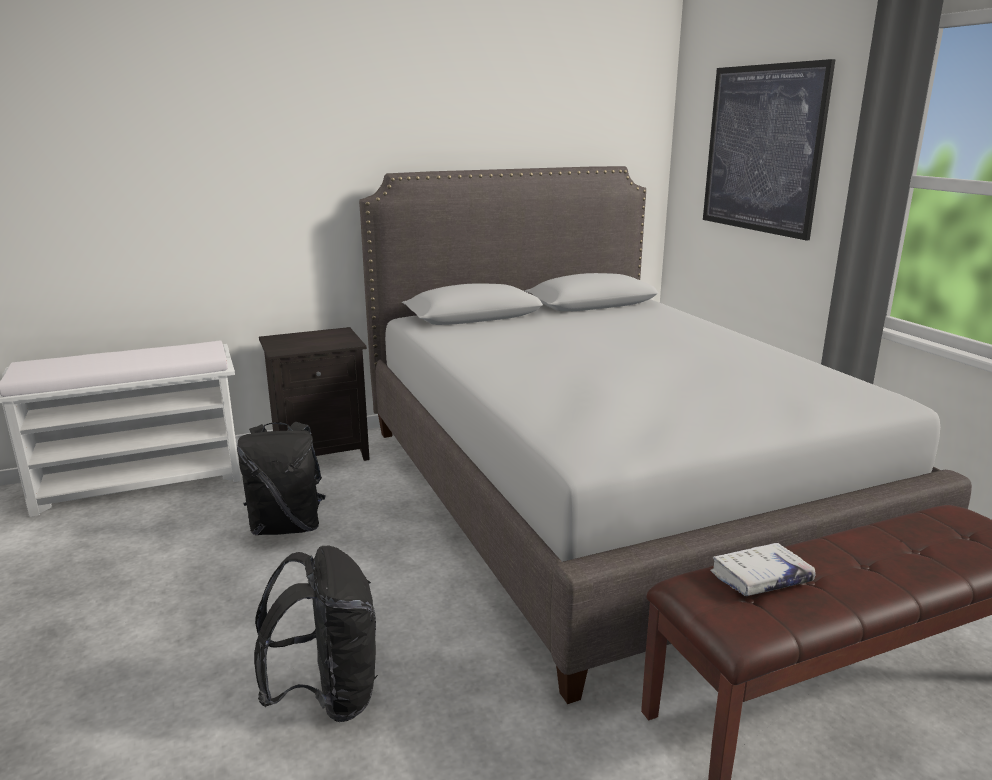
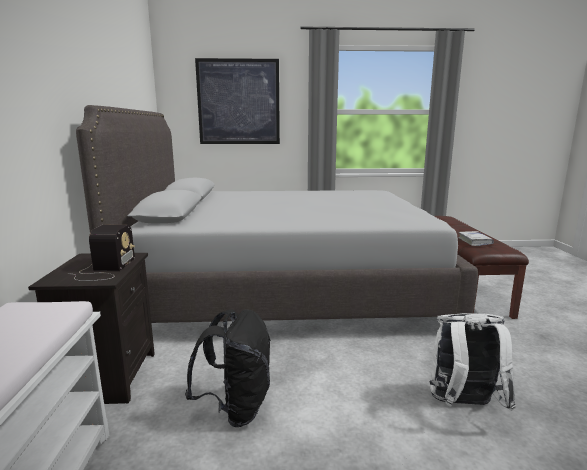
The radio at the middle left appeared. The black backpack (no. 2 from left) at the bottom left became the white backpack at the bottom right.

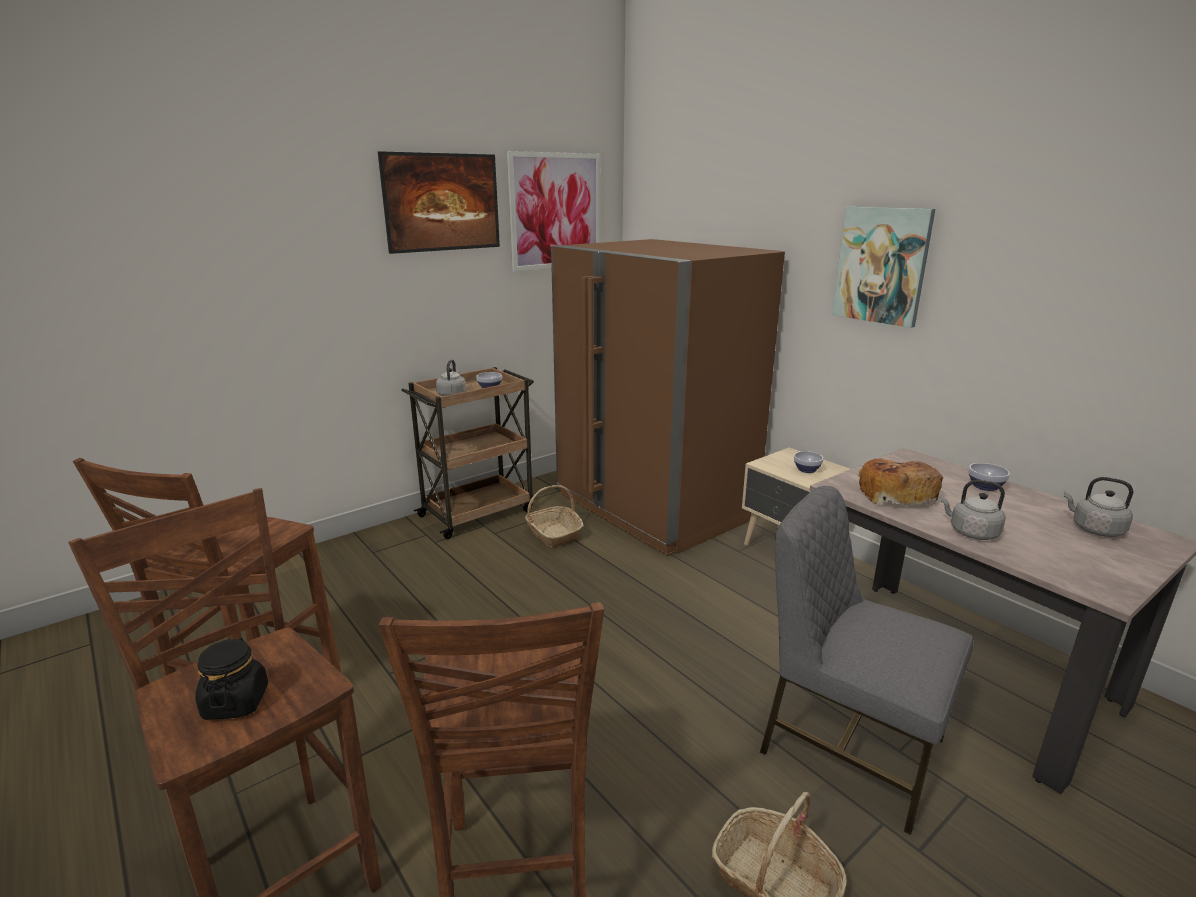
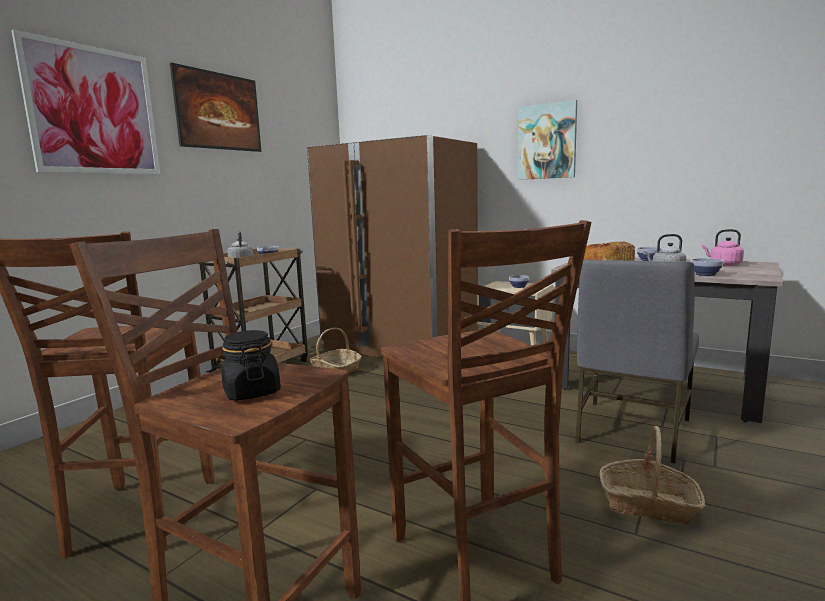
The bowl (no. 4 from left) at the middle right appeared. The picture (no. 2 from left in the first image) moved from the top centre to the top left. The grey kettle (no. 3 from left) at the middle right became the pink kettle at the middle right. The grey chair at the bottom right turned 75 degrees counterclockwise.

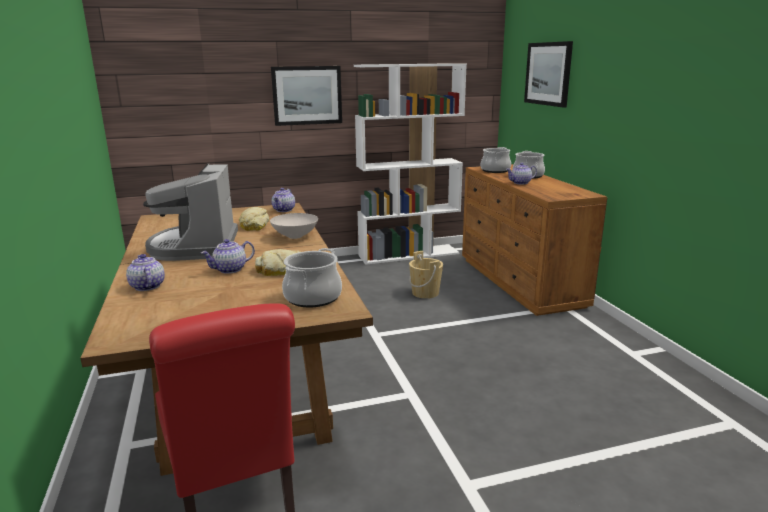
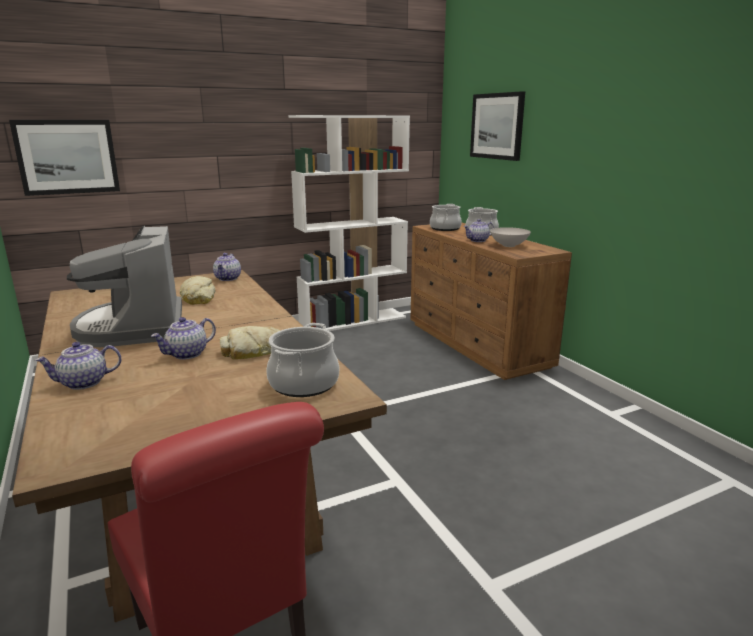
The beige bucket at the centre disappeared. The white bowl moved from the centre to the middle right. The picture (no. 1 from left) moved from the top centre to the top left. The teapot (no. 1 from left) at the middle left turned 75 degrees counterclockwise.

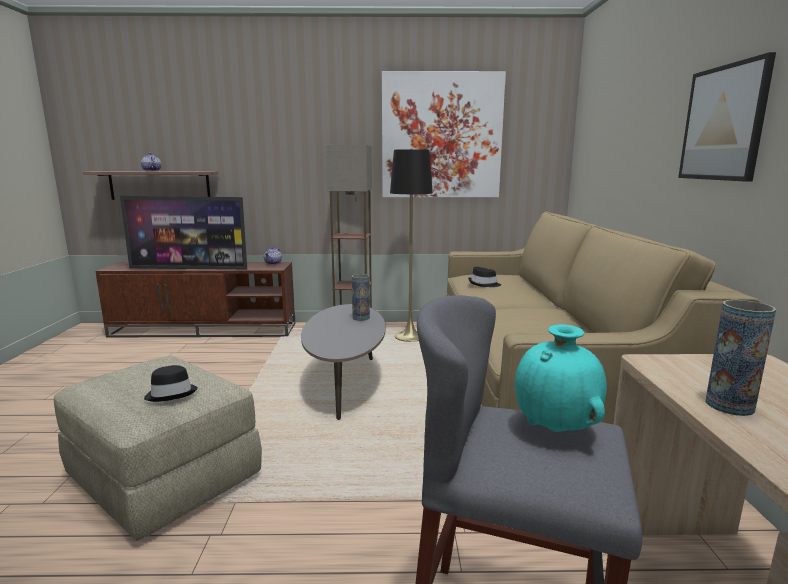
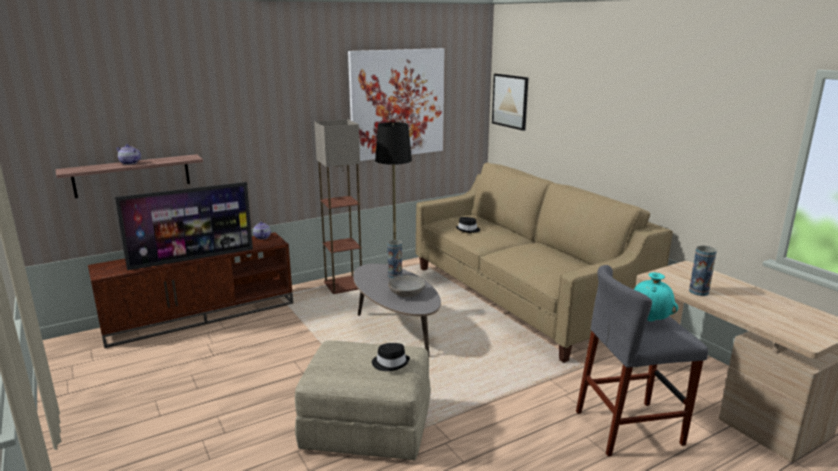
The grey bowl at the centre appeared. The picture (no. 2 from left) moved from the top right to the top centre.

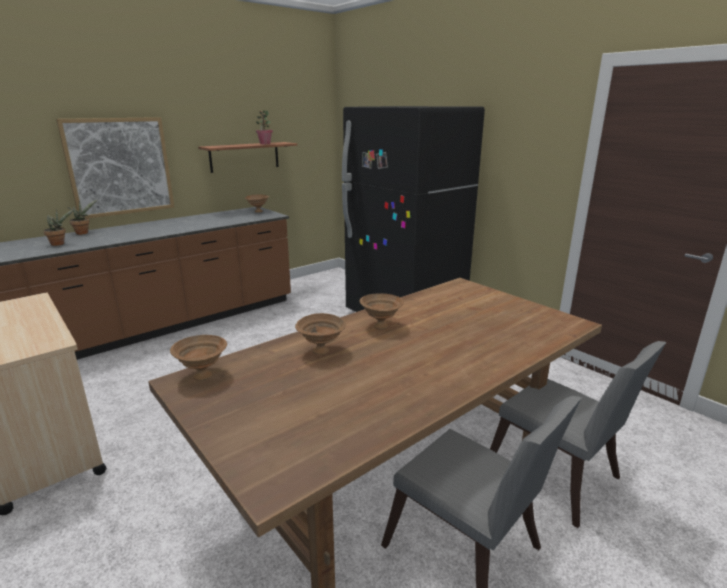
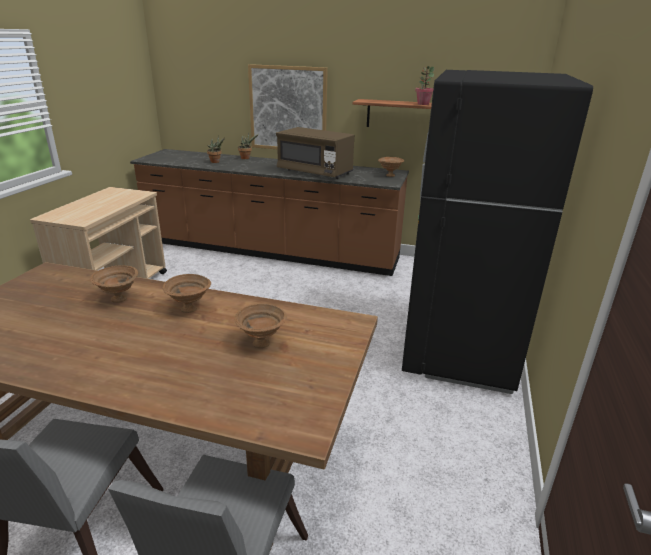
The brown microwave at the top centre appeared. The brown bowl (no. 1 from left in the first image) moved from the middle left to the centre.

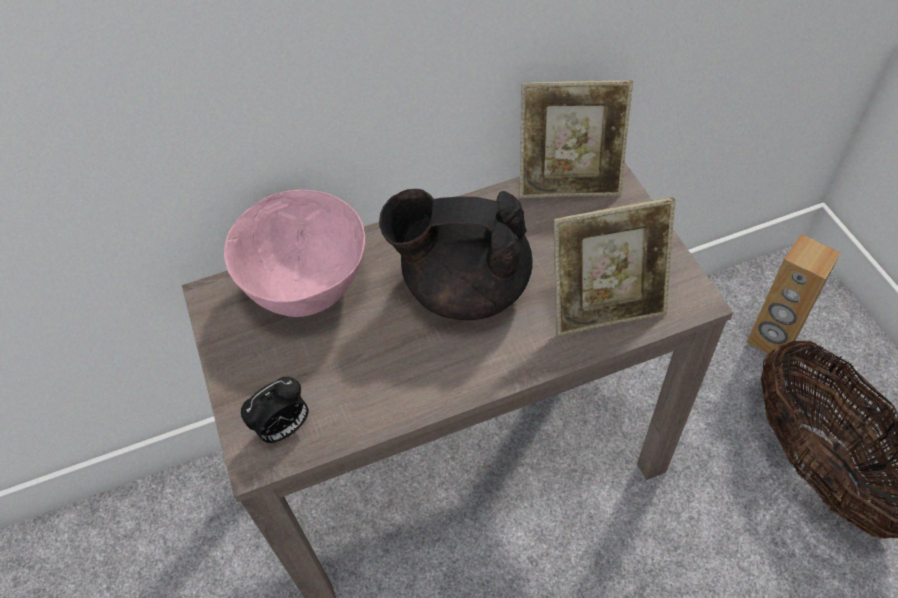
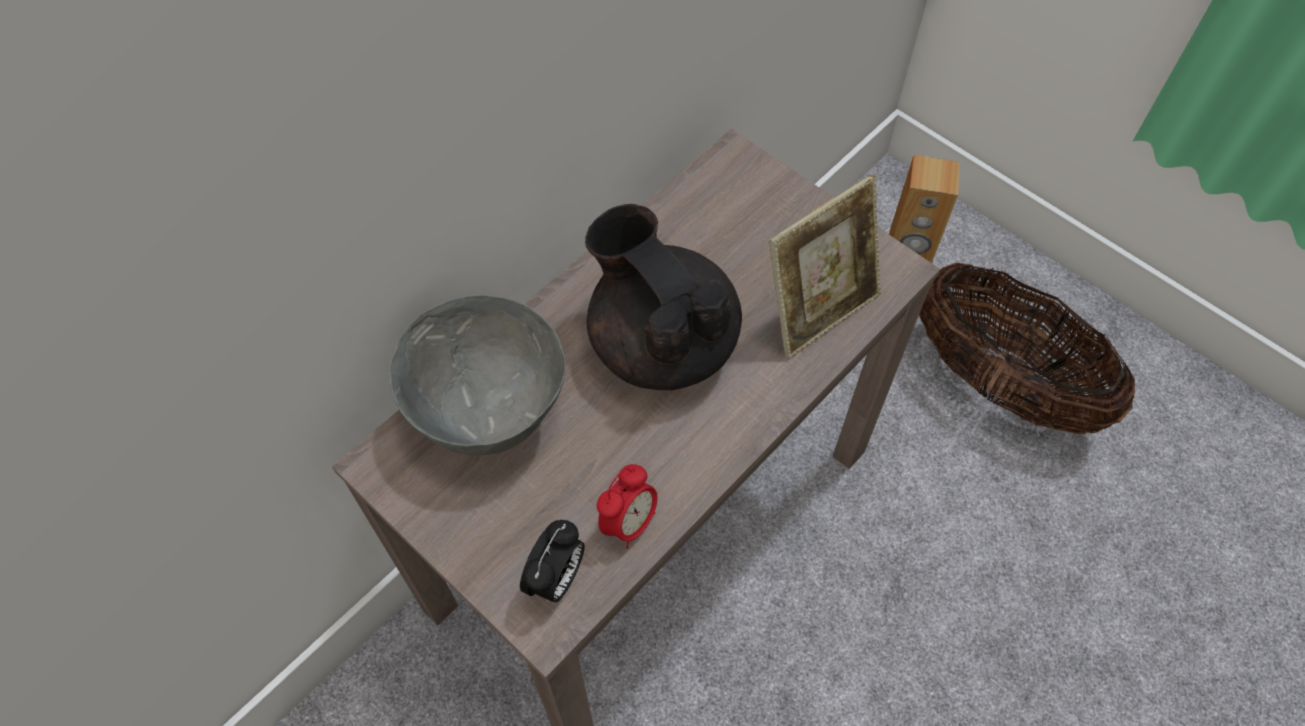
The picture frame (no. 1 from left) at the top centre disappeared. The alarm clock (no. 2 from left) at the bottom centre appeared. The pink bowl at the middle left became the grey bowl at the centre. The black teapot at the centre turned 75 degrees clockwise.

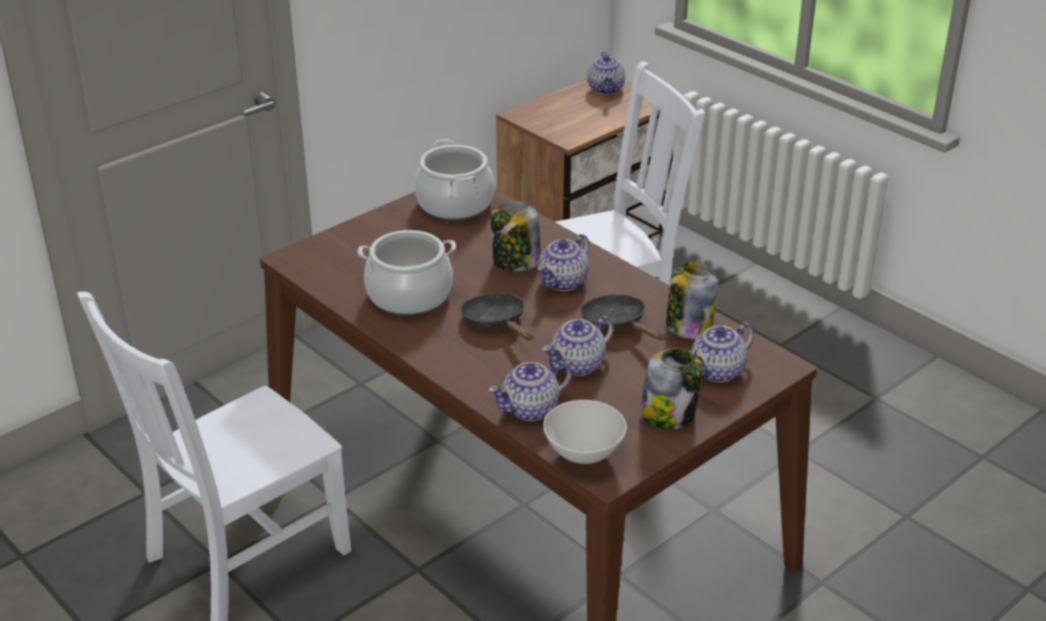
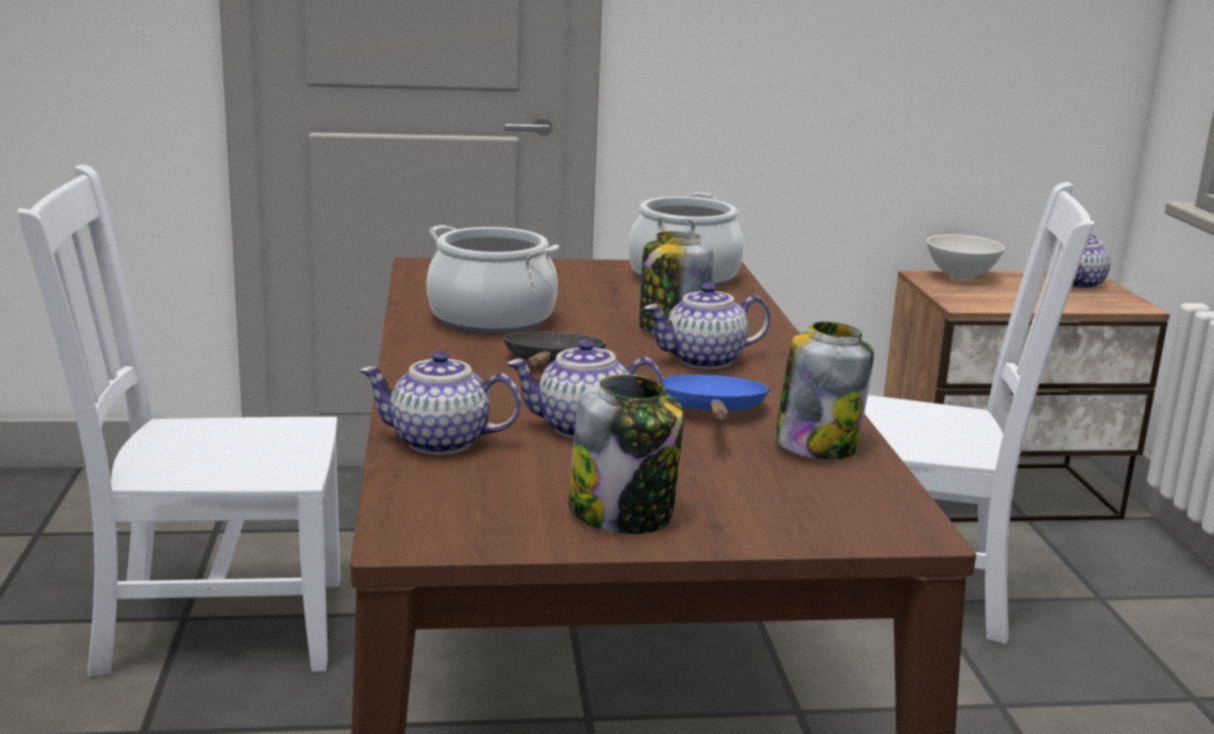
The teapot (no. 5 from left) at the middle right disappeared. The white bowl moved from the bottom centre to the middle right. The black frying pan (no. 2 from left) at the centre became the blue frying pan at the centre.

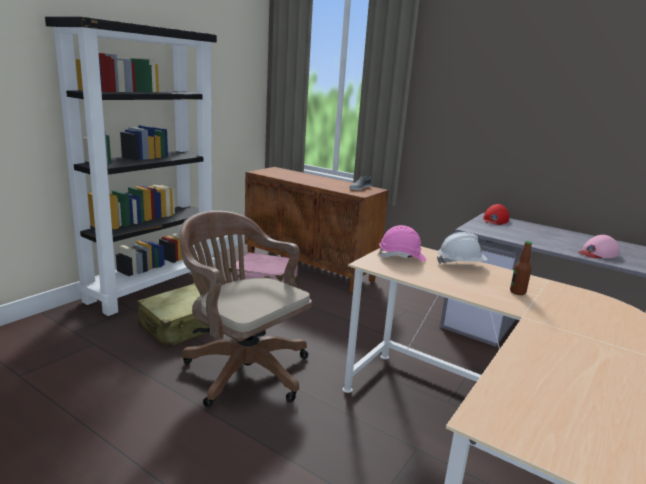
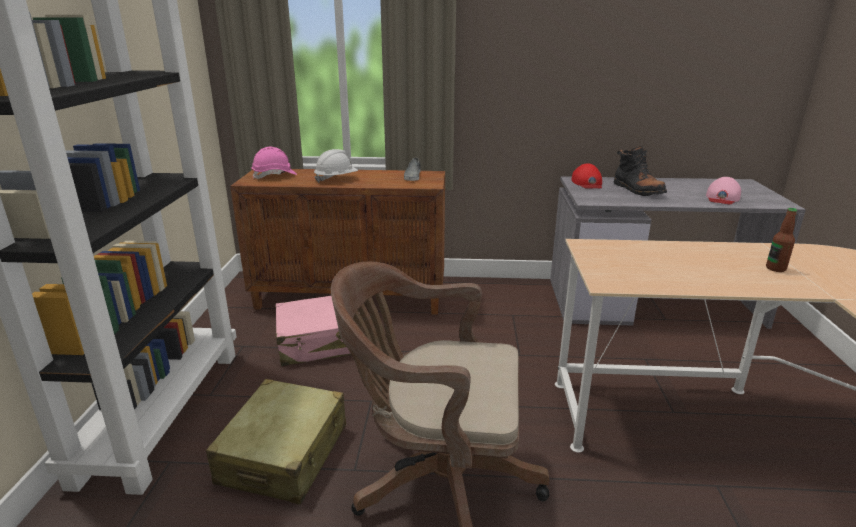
The black boot at the top right appeared. The pink hard hat moved from the centre to the top left. The white hard hat moved from the middle right to the top centre.

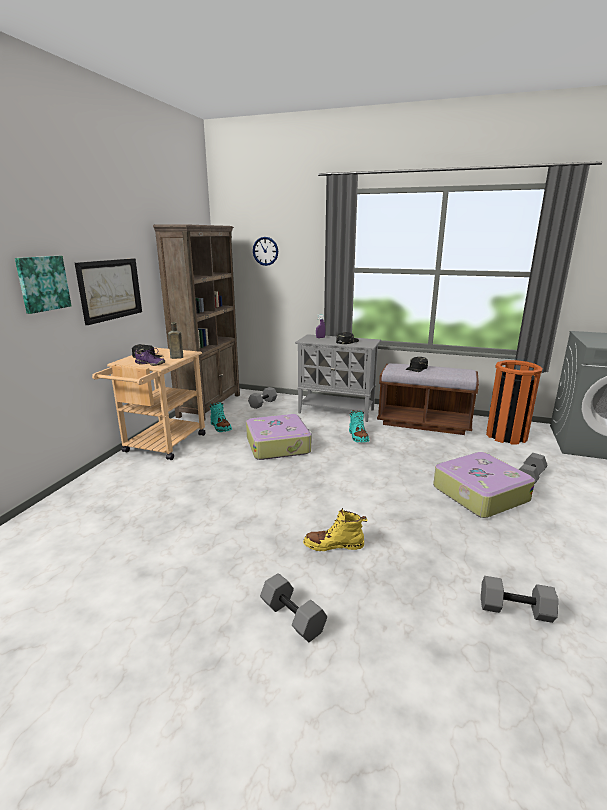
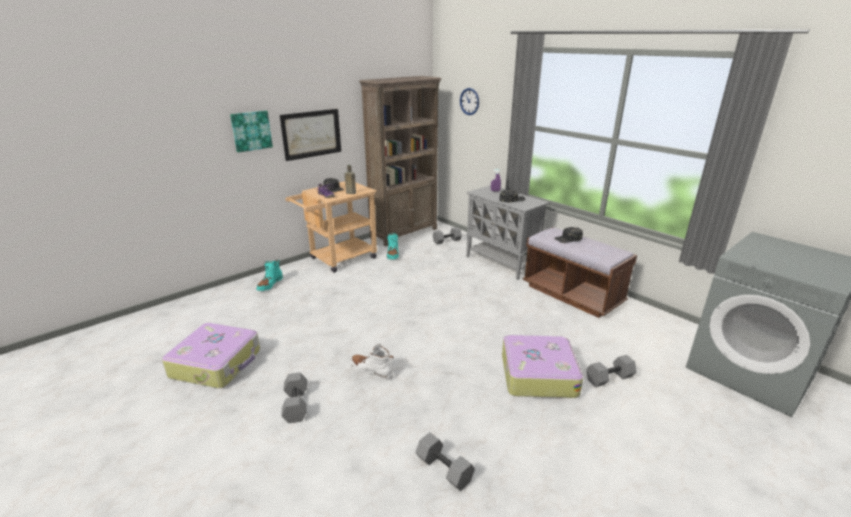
The orange trash can at the middle right disappeared. The suitcase (no. 1 from left) moved from the centre to the bottom left. The turquoise boot (no. 2 from left in the first image) moved from the centre to the middle left. The yellow boot at the centre became the white boot at the bottom centre.

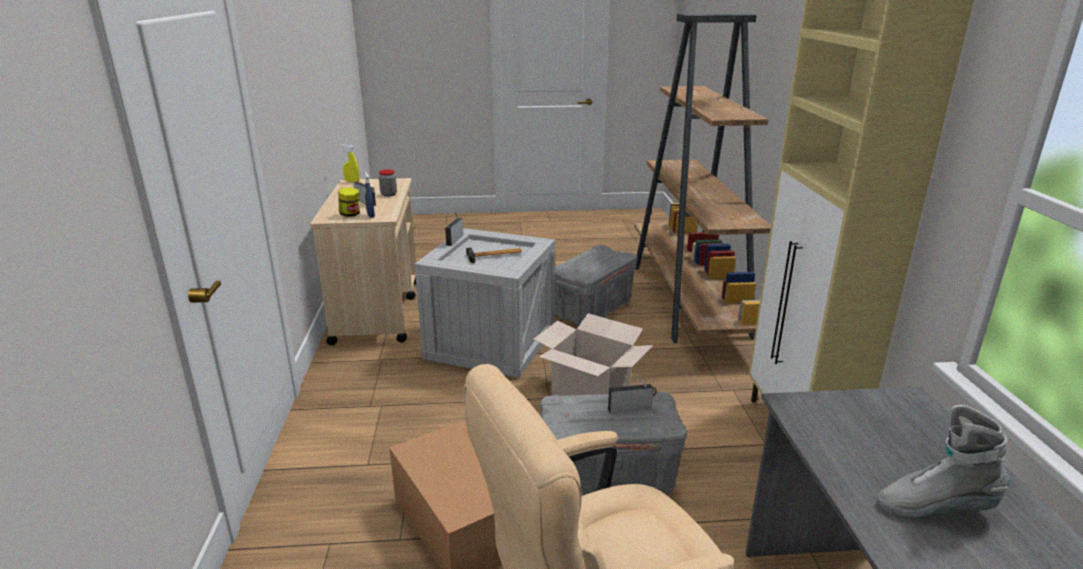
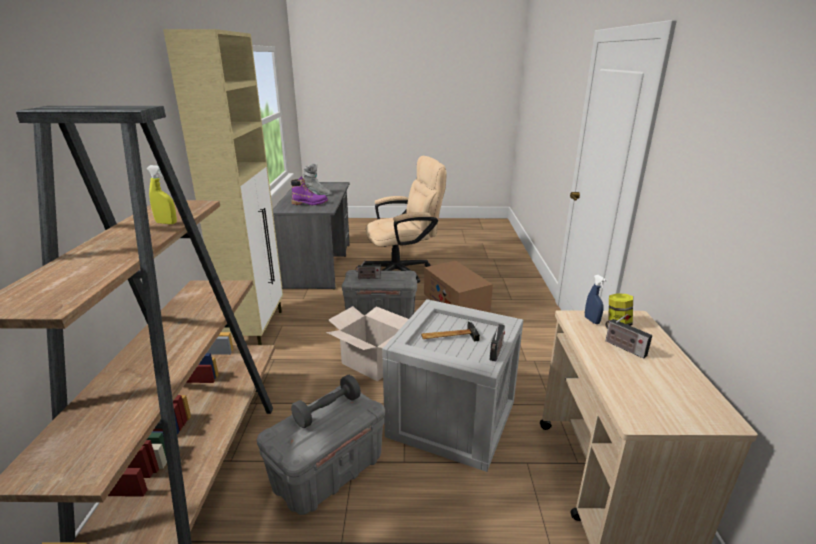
The jar (no. 2 from left) at the top centre disappeared. The purple boot at the centre appeared. The grey dumbbell at the bottom centre appeared. The yellow spray bottle moved from the top left to the middle left.

